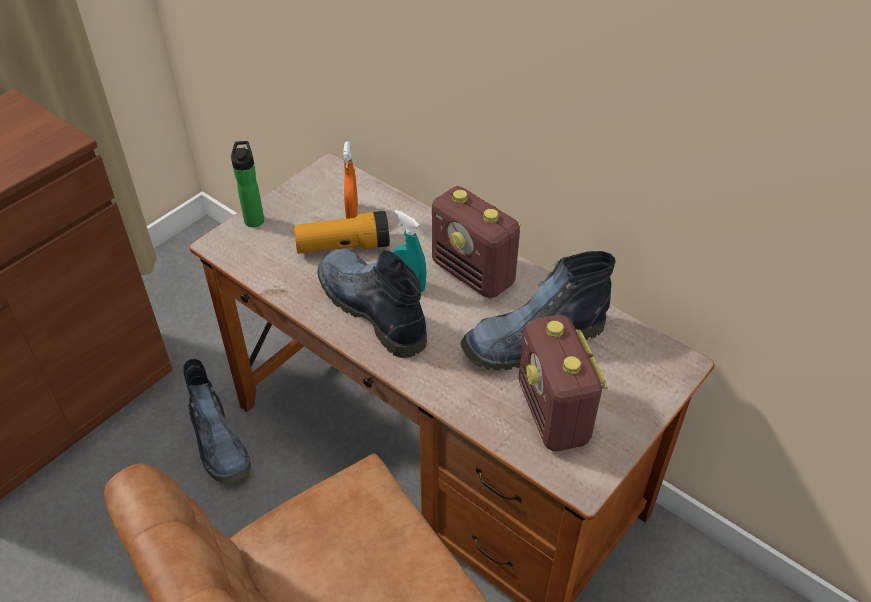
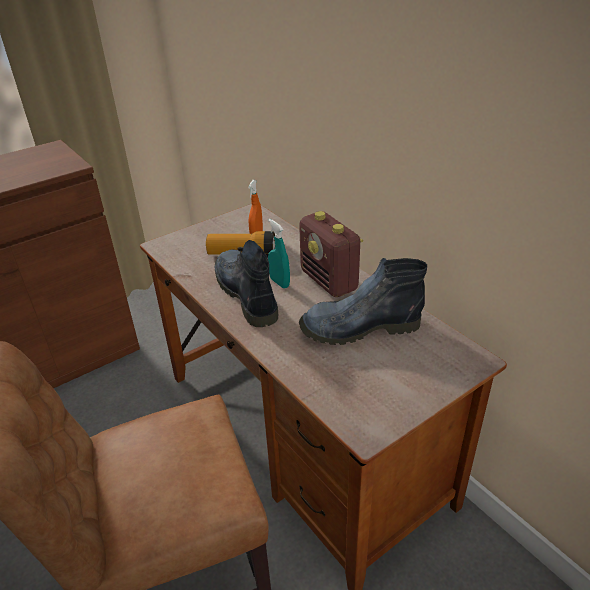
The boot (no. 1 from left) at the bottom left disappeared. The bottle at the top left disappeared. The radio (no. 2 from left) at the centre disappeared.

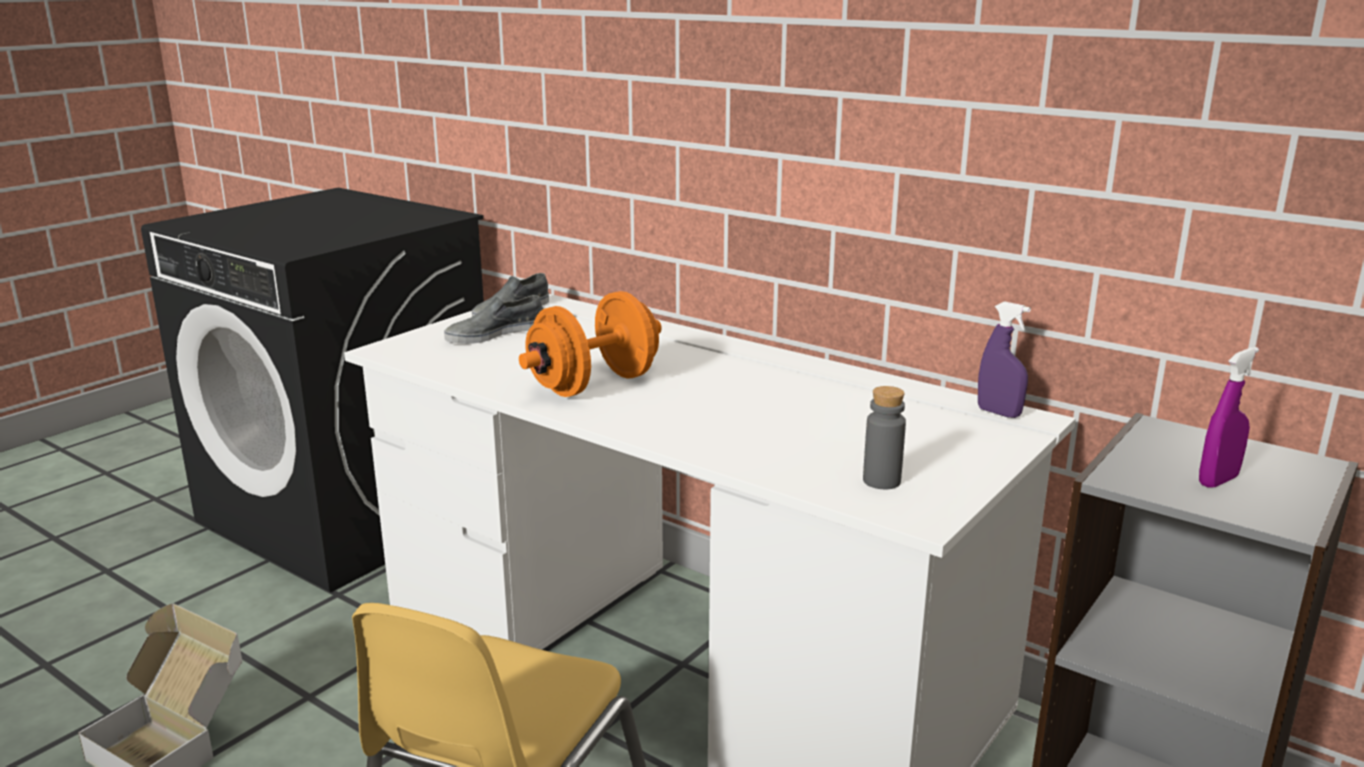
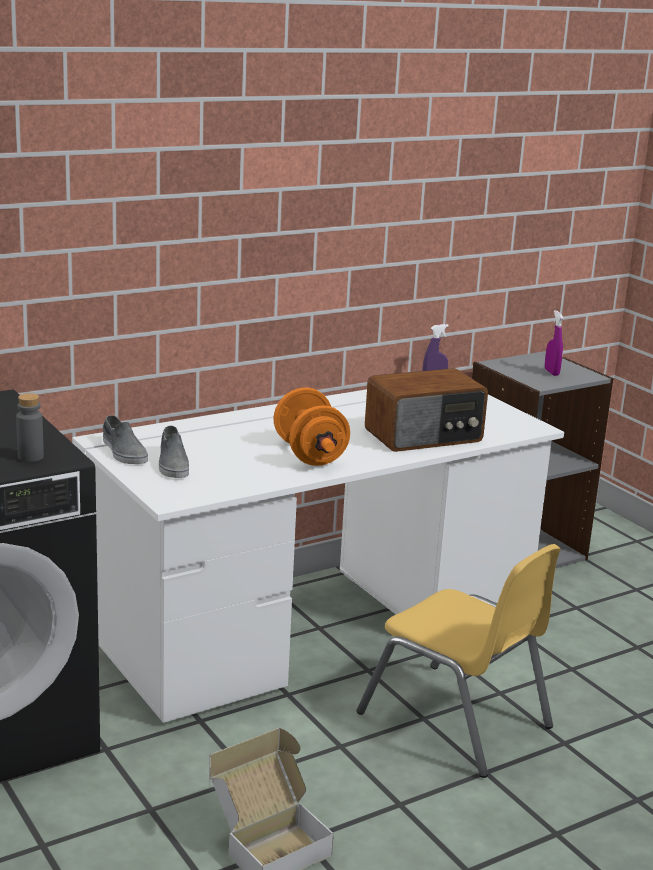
The radio at the centre appeared. The grey bottle moved from the centre to the middle left.

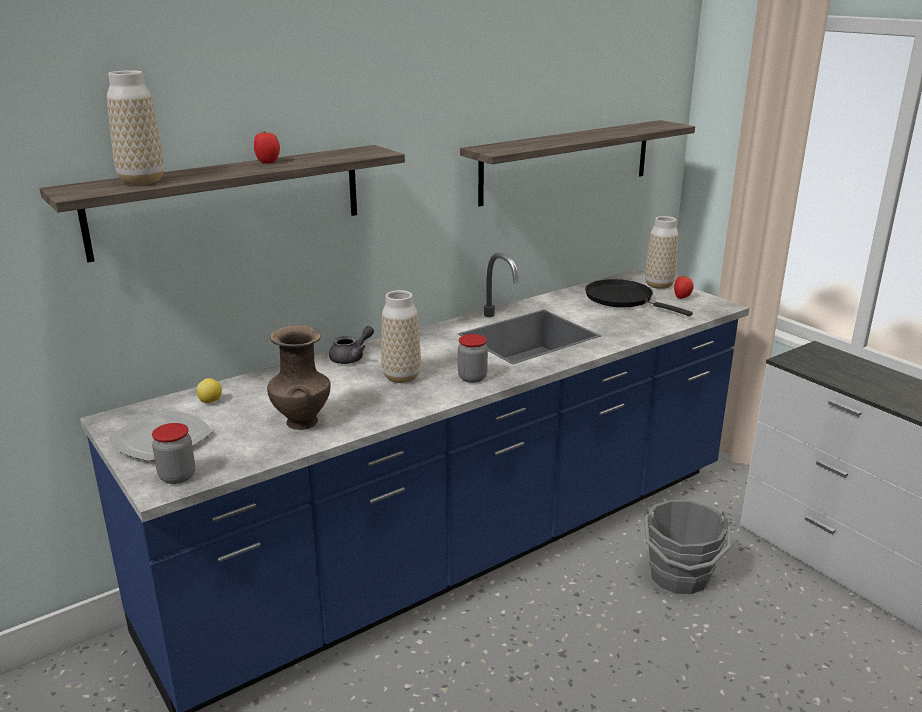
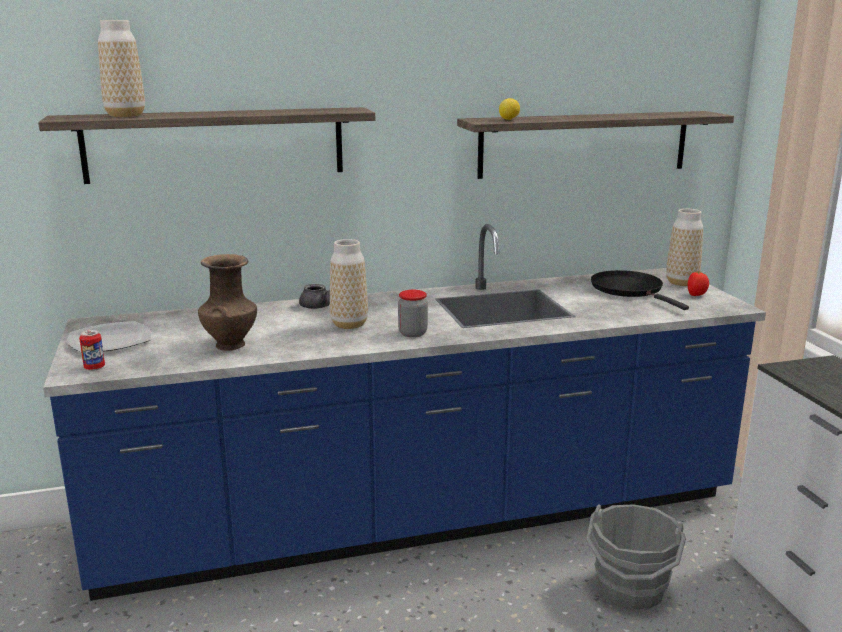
The tomato (no. 1 from left) at the top left disappeared. The lemon moved from the middle left to the top centre. The jar (no. 1 from left) at the middle left was replaced by the can at the middle left.

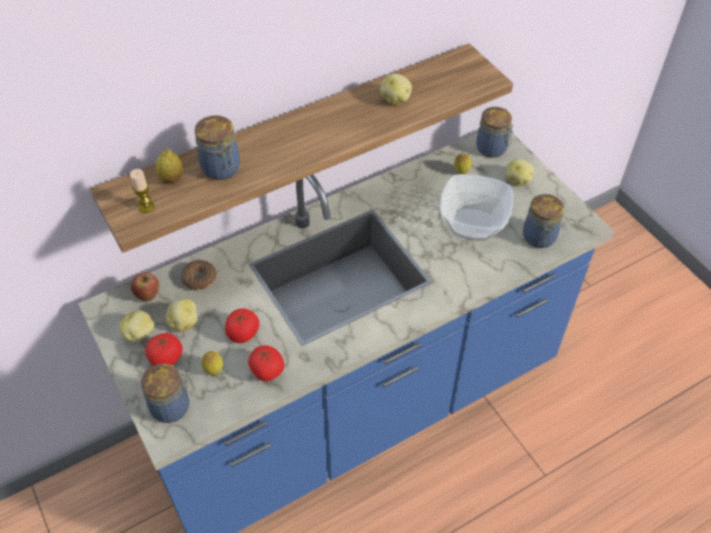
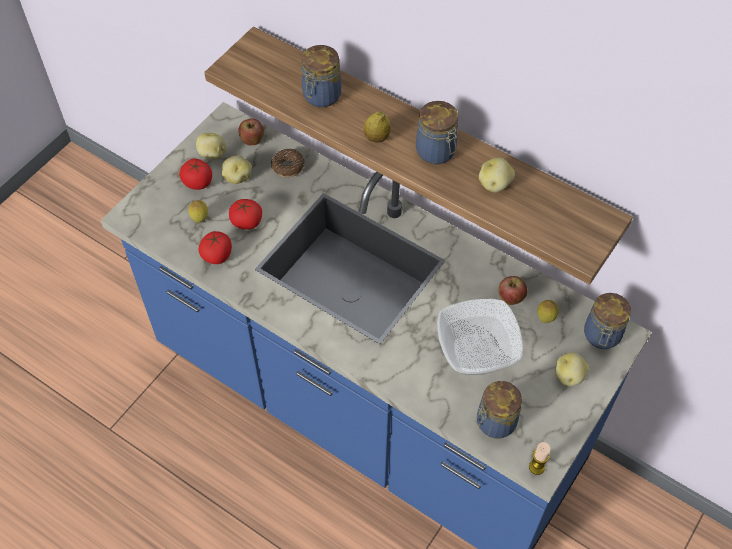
The apple (no. 2 from left) at the middle right appeared. The candle moved from the middle left to the bottom right. The jar (no. 1 from left in the first image) moved from the bottom left to the top centre. The lemon (no. 1 from left in the first image) moved from the top left to the top centre.

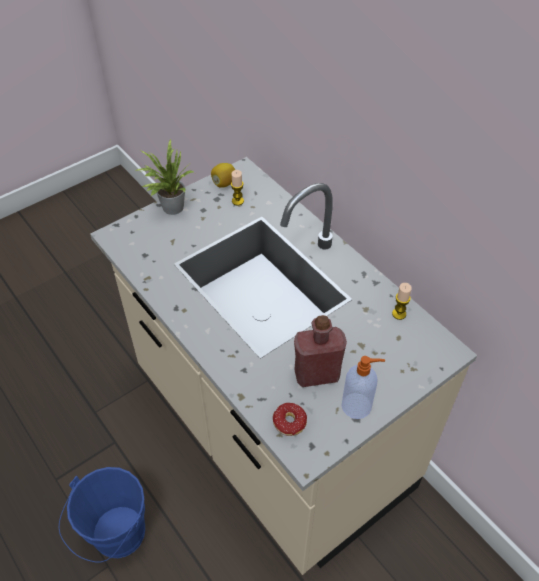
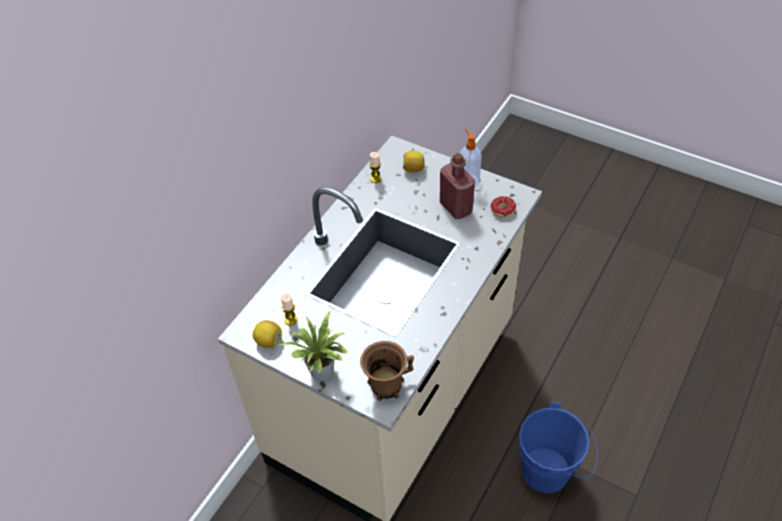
The brown mug at the bottom centre appeared. The lemon (no. 2 from left) at the top centre appeared.

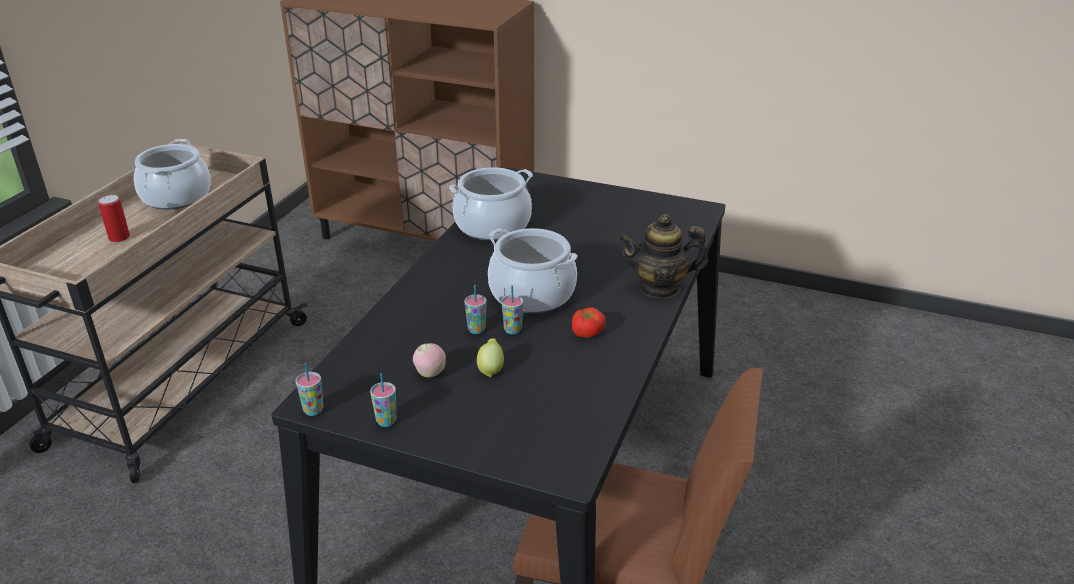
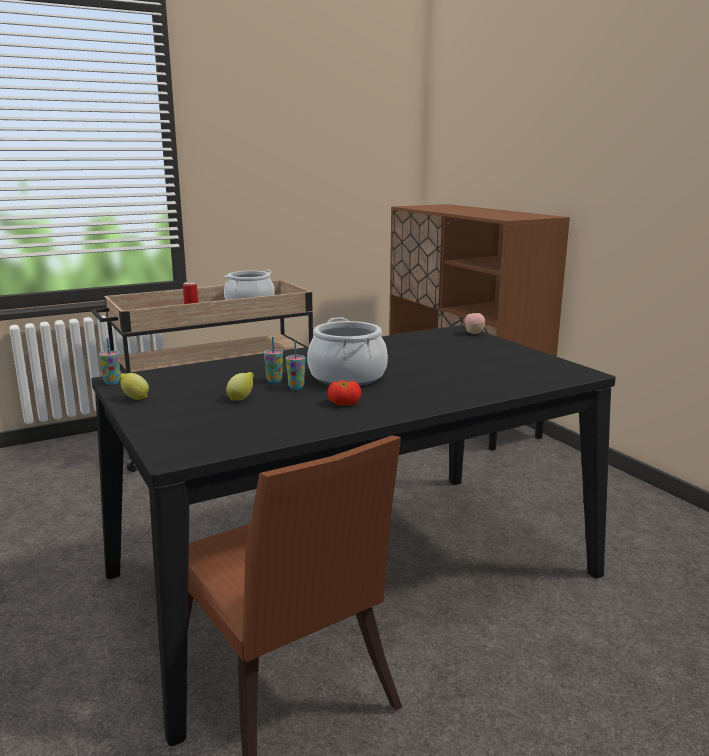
The cooking pot (no. 2 from left) at the centre disappeared. The teapot at the centre disappeared. The apple moved from the centre to the middle right. The cup (no. 2 from left) at the bottom centre was replaced by the lemon (no. 1 from left) at the middle left.

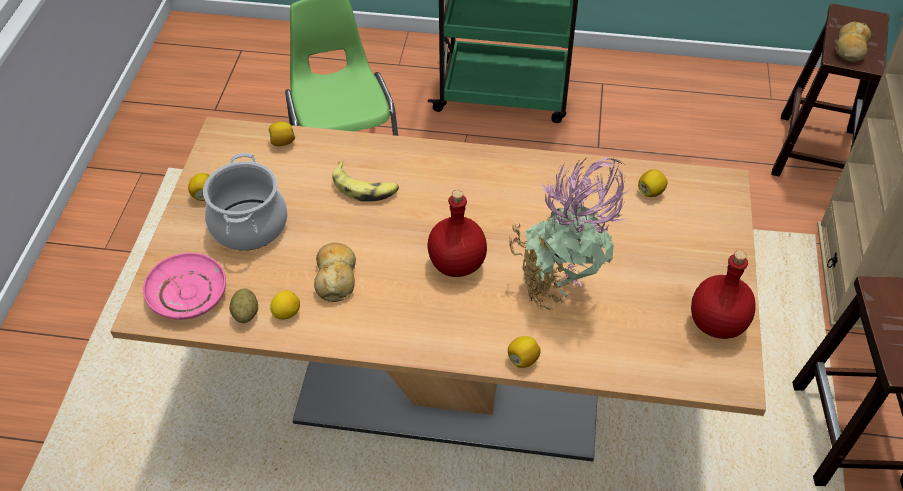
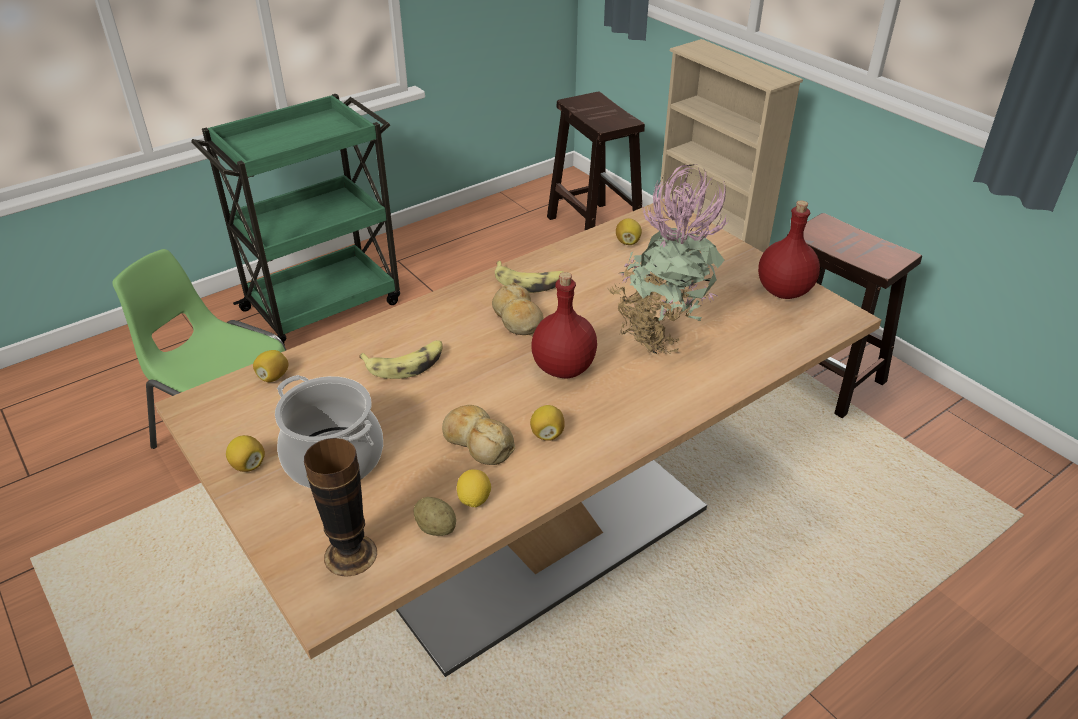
The banana (no. 2 from left) at the centre appeared. The lemon (no. 4 from left) moved from the bottom centre to the centre. The bread (no. 2 from left) moved from the top right to the centre. The pink plate at the middle left was replaced by the vase at the bottom left.

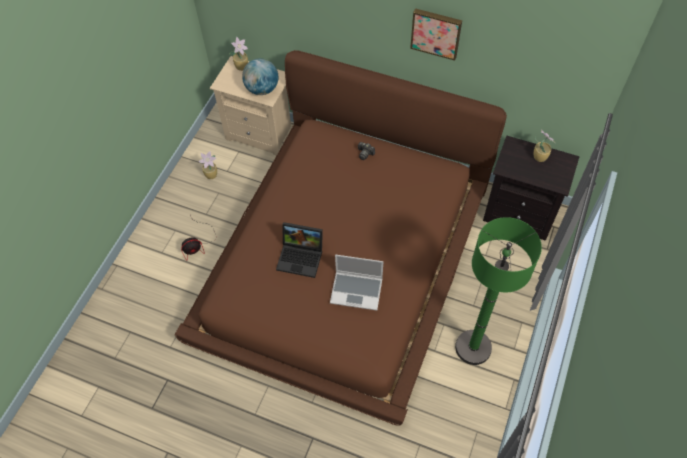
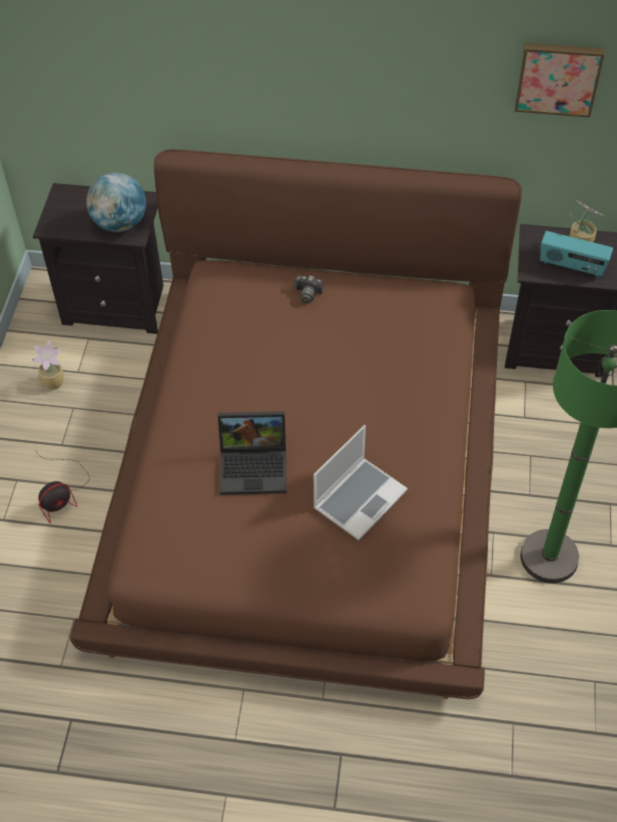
The potted plant (no. 2 from left) at the top centre disappeared. The radio at the top right appeared. The picture moved from the top centre to the top right. The beige nightstand at the top centre became the black nightstand (no. 1 from left) at the top left. The laptop (no. 2 from left) at the centre turned 45 degrees counterclockwise.

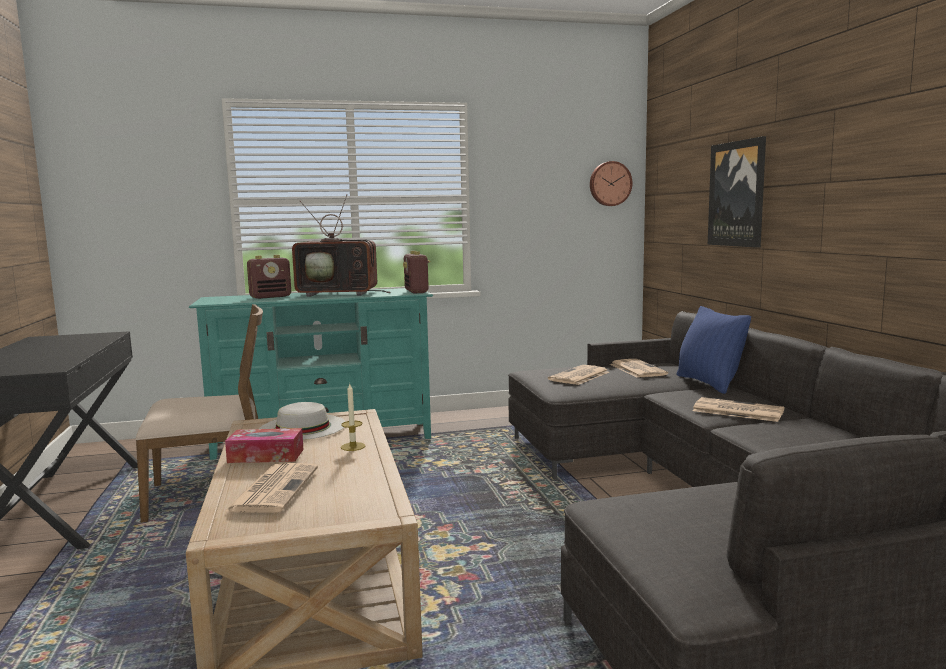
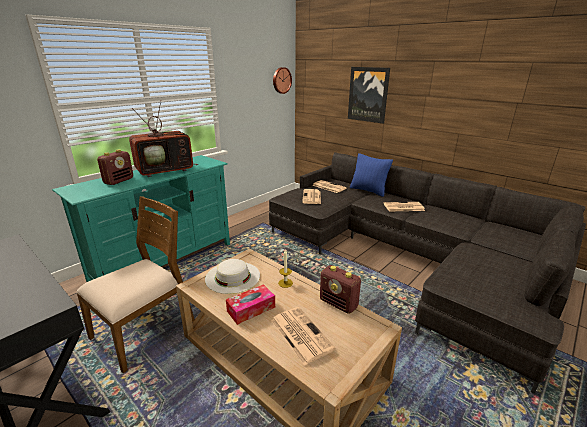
The radio (no. 2 from left) moved from the centre to the bottom centre.

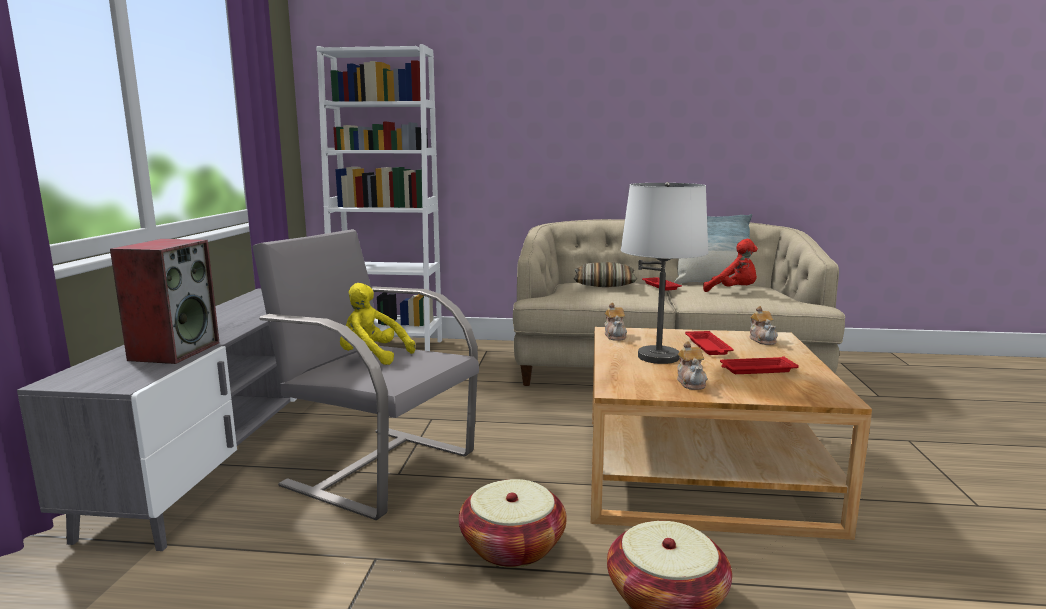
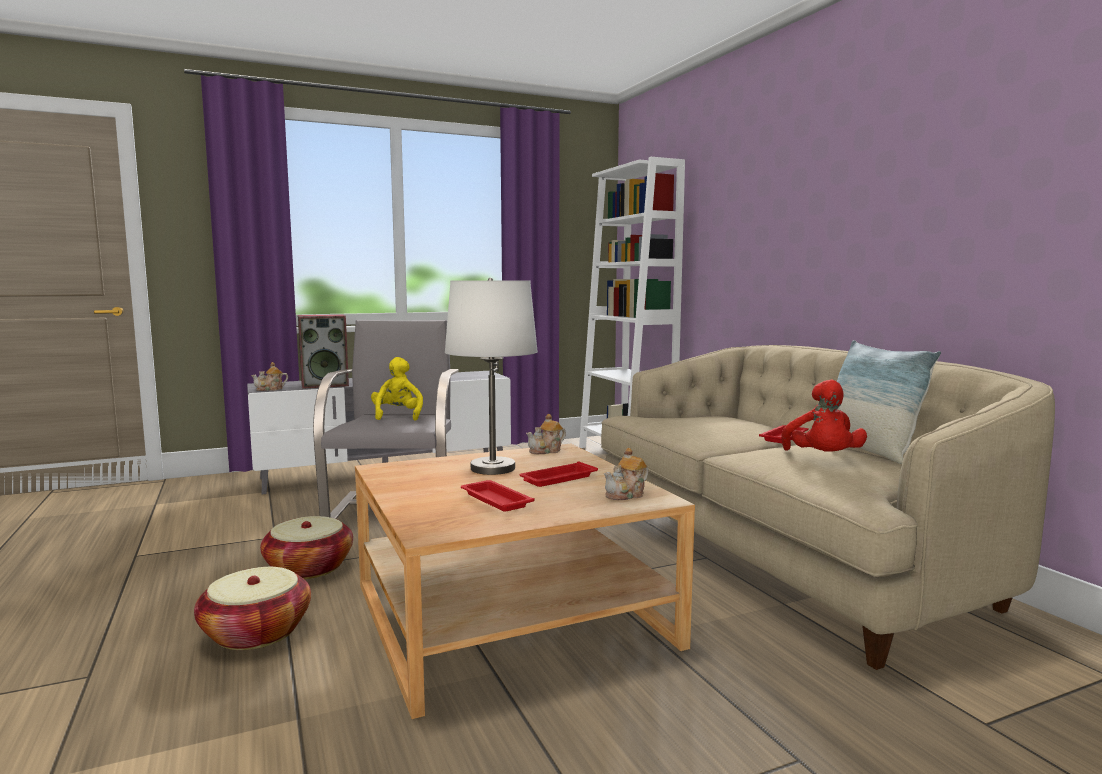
The pillow (no. 1 from left) at the centre disappeared. The teapot (no. 2 from left in the first image) moved from the centre to the middle left.

